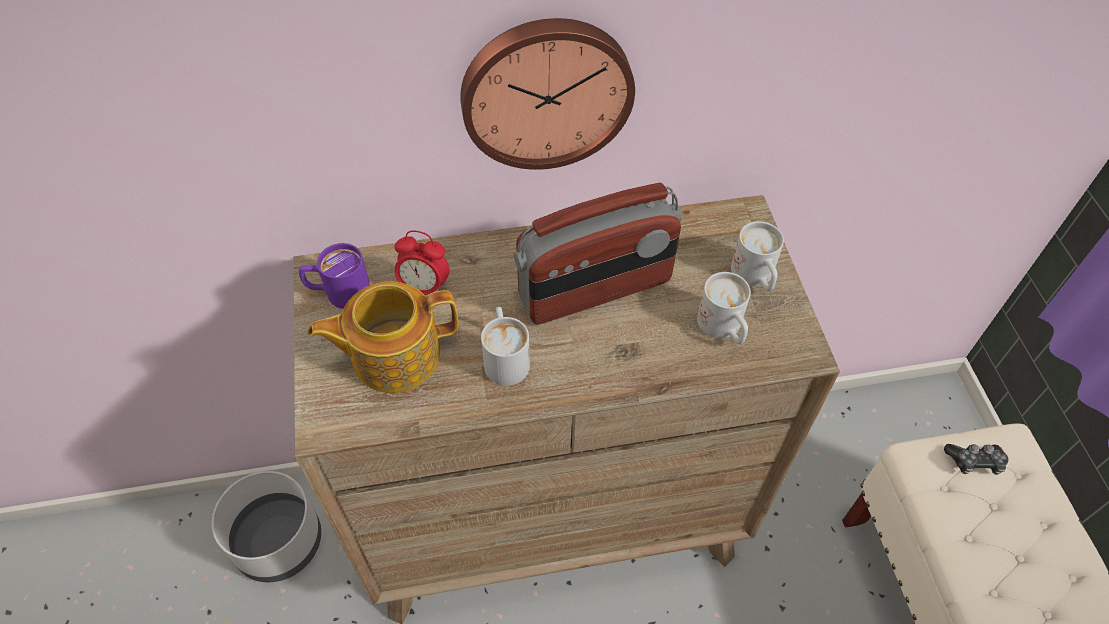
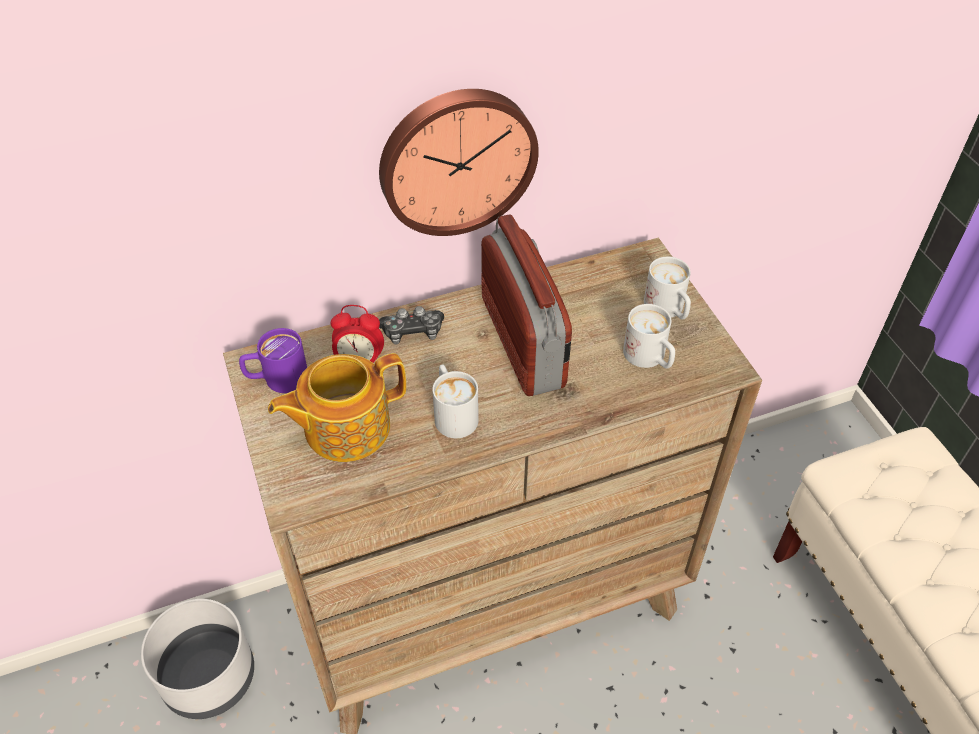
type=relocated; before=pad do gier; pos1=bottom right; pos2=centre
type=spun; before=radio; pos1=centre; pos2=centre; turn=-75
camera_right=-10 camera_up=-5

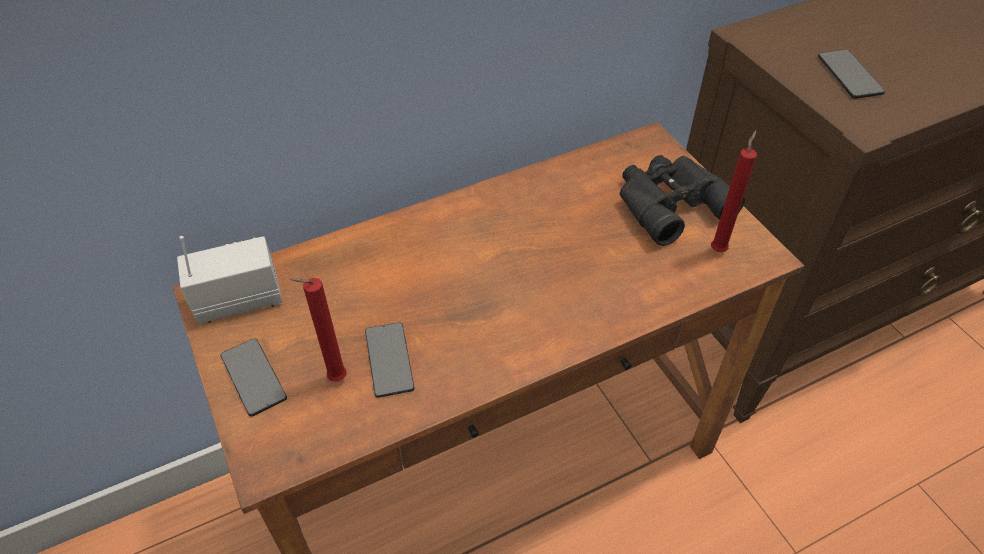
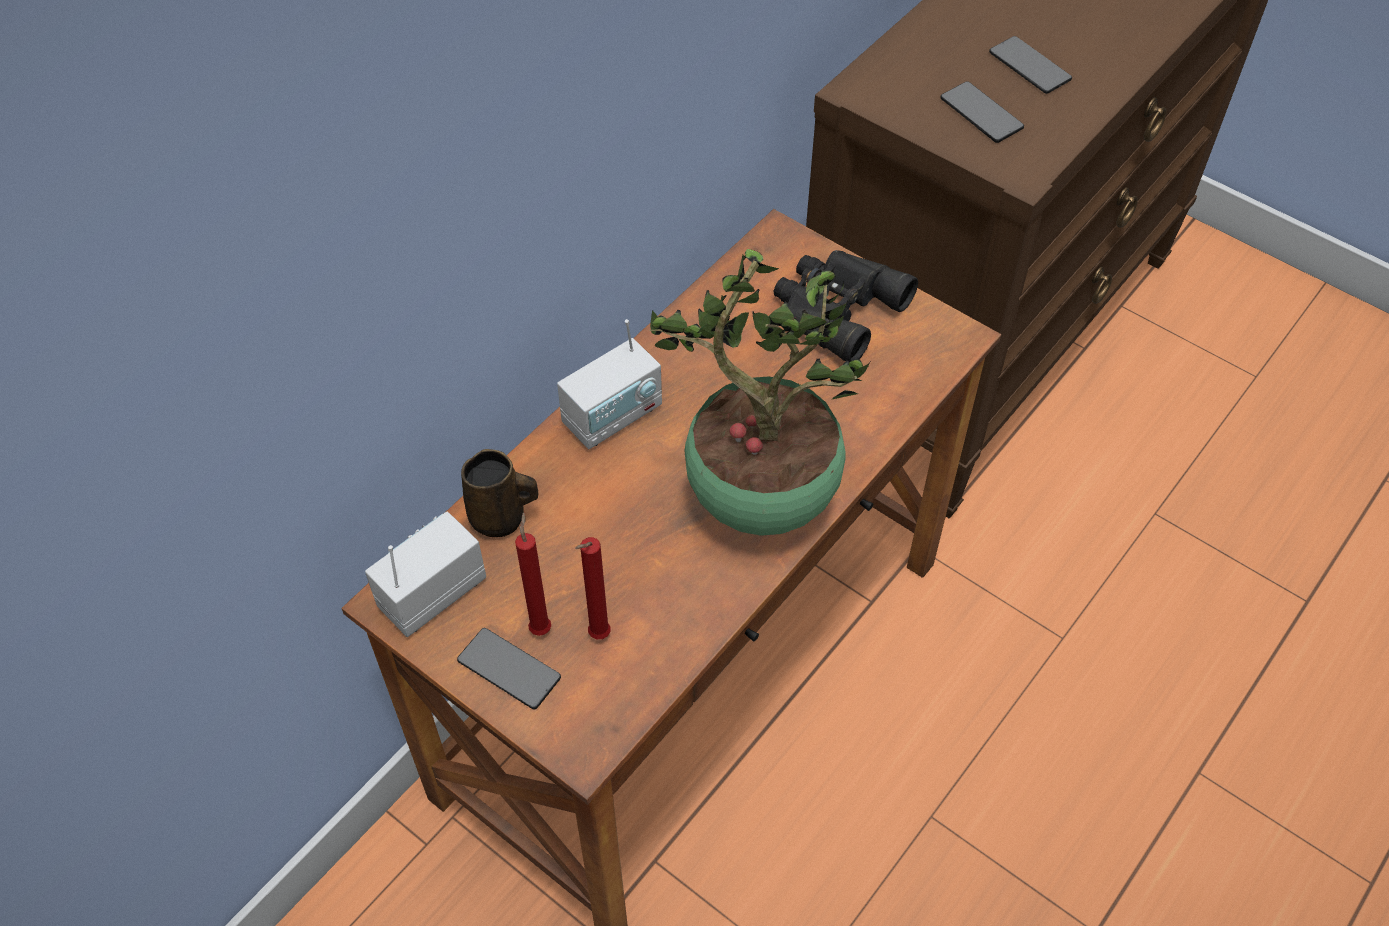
type=appeared; after=kubek [brązowy]; pos2=centre
type=appeared; after=radio (no. 2 from left); pos2=centre
type=appeared; after=roślina doniczkowa; pos2=centre
type=relocated; before=telefon (no. 2 from left in the first image); after=telefon (no. 3 from left); pos1=centre; pos2=top right
type=relocated; before=świeca [czerwony] (no. 2 from left in the first image); after=świeca [czerwony] (no. 1 from left); pos1=middle right; pos2=centre
camera_right=-25 camera_up=5

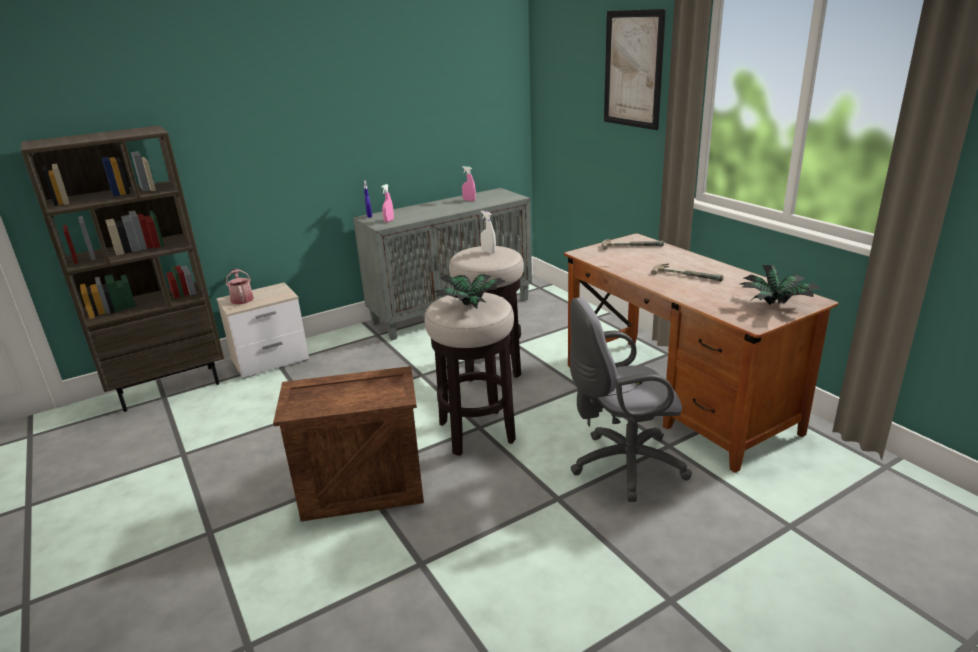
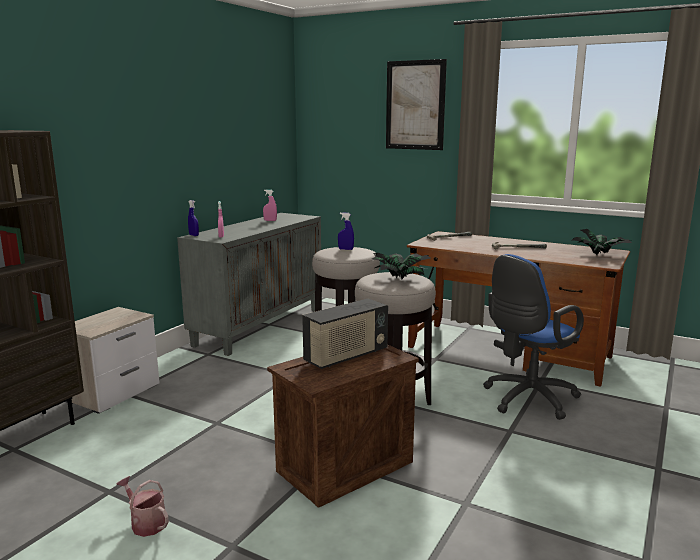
type=appeared; after=radio; pos2=centre
type=relocated; before=konewka; pos1=middle left; pos2=bottom left
type=colour; before=spryskiwacz [biały]; after=spryskiwacz [niebieski] (no. 2 from left); pos1=centre; pos2=centre
type=colour; before=krzesło biurowe [szary]; after=krzesło biurowe [niebieski]; pos1=centre; pos2=middle right
camera_right=-30 camera_up=-10

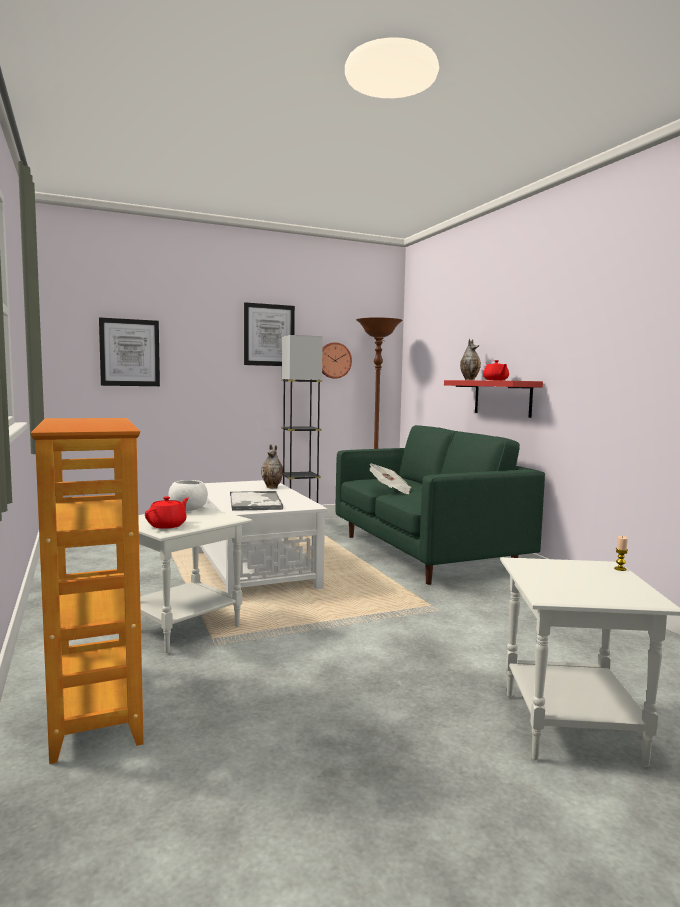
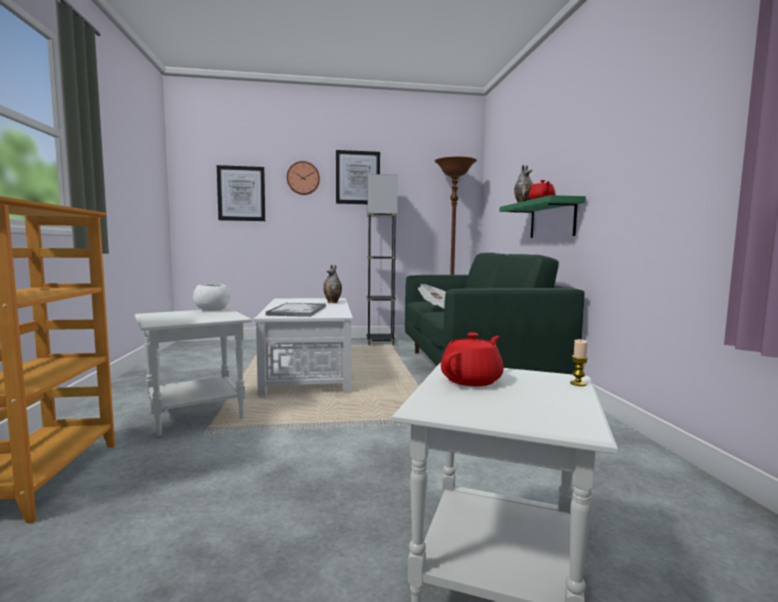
type=relocated; before=imbryk [czerwony] (no. 1 from left); pos1=middle left; pos2=centre
type=relocated; before=zegar ścienny; pos1=centre; pos2=top centre
type=colour; before=półka [czerwony]; after=półka [zielony]; pos1=middle right; pos2=middle right
camera_right=15 camera_up=0

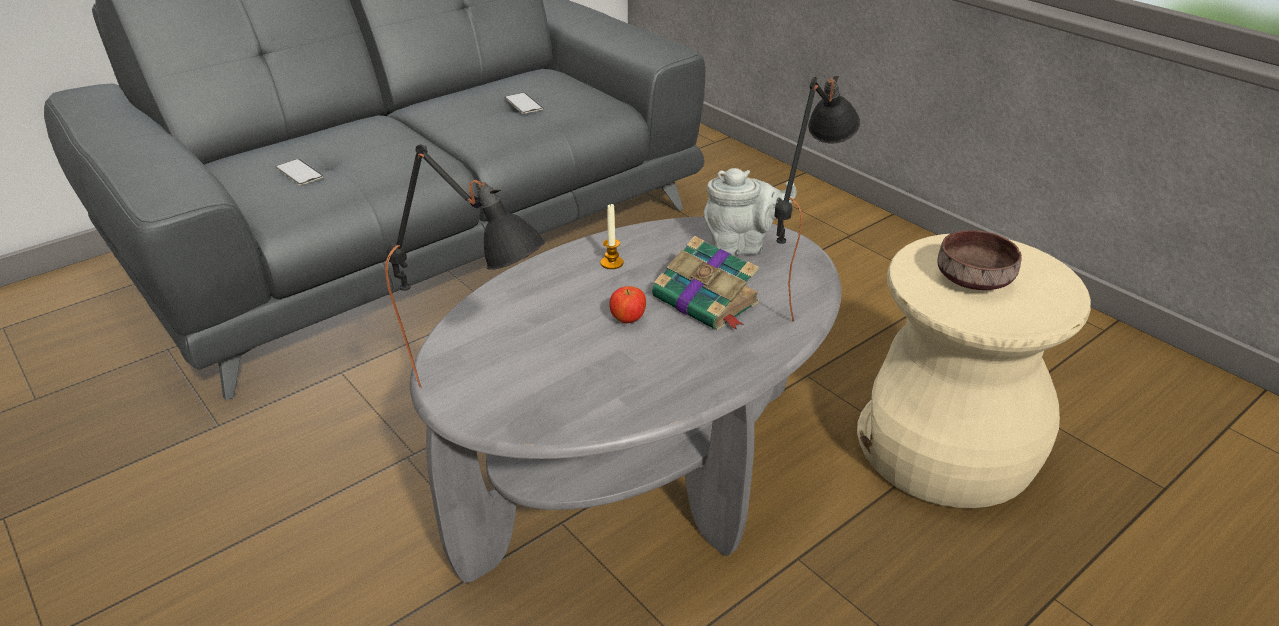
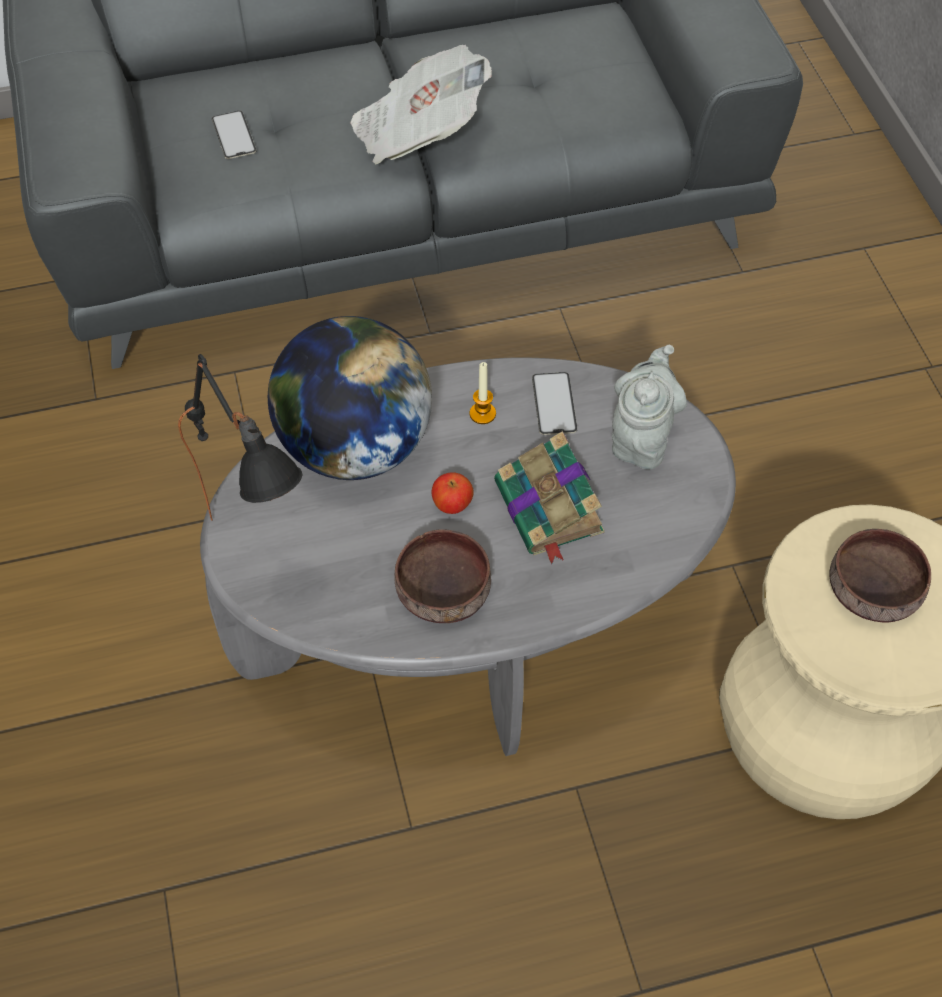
type=missing; before=lampa stołowa [czarny] (no. 2 from left); pos1=top centre
type=appeared; after=globus; pos2=centre
type=appeared; after=gazeta; pos2=top centre
type=appeared; after=miska [brązowy] (no. 1 from left); pos2=centre
type=relocated; before=telefon (no. 2 from left); pos1=top centre; pos2=centre
type=spun; before=imbryk [szary]; pos1=centre; pos2=middle right; turn=-90
camera_right=25 camera_up=20

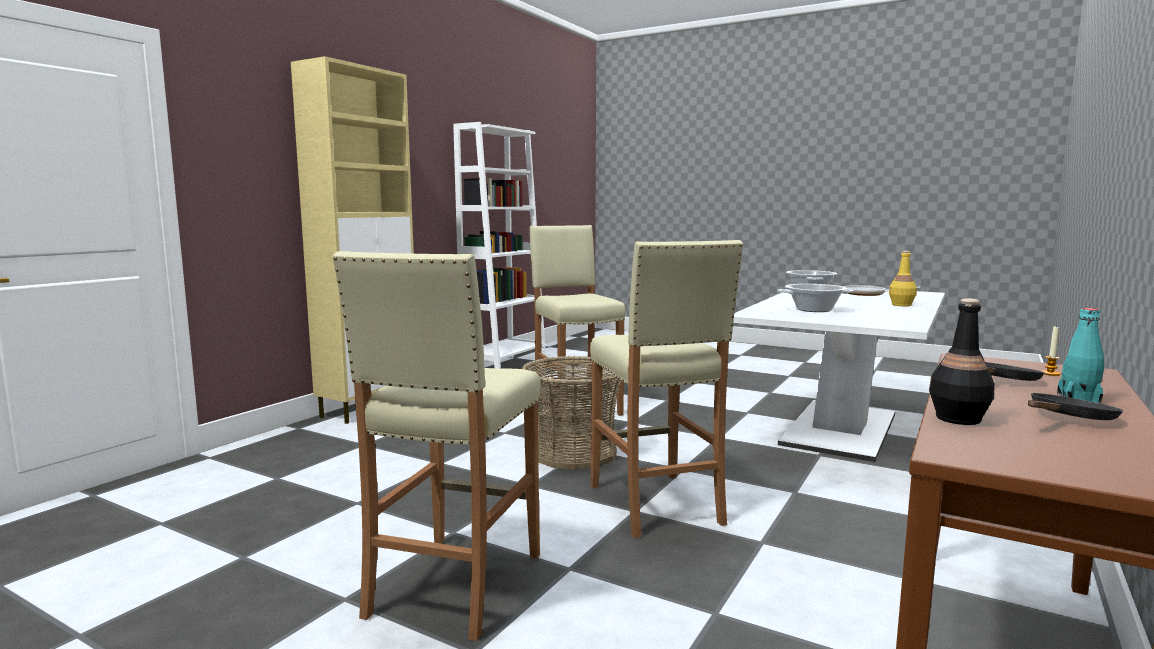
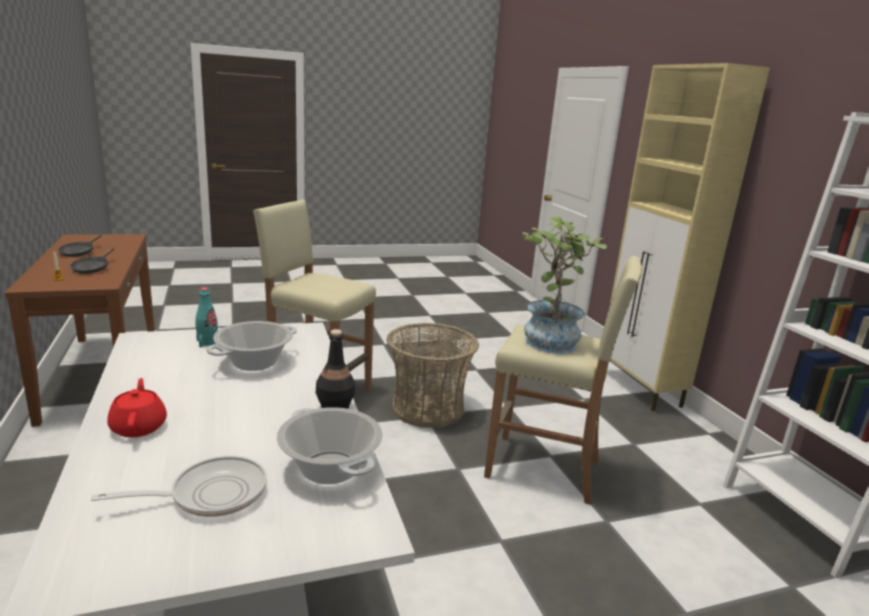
type=missing; before=stołek [beżowy] (no. 1 from left); pos1=bottom centre
type=appeared; after=roślina doniczkowa; pos2=centre
type=relocated; before=butelka [czarny]; pos1=middle right; pos2=centre
type=relocated; before=butelka [turkusowy]; pos1=middle right; pos2=middle left
type=exchanged; before=butelka [żółty]; after=imbryk [czerwony]; pos1=middle right; pos2=middle left
camera_right=130 camera_up=10

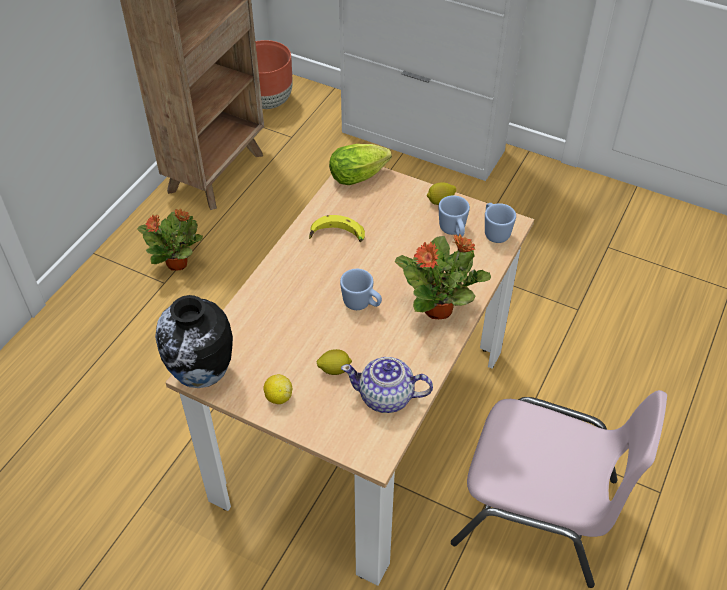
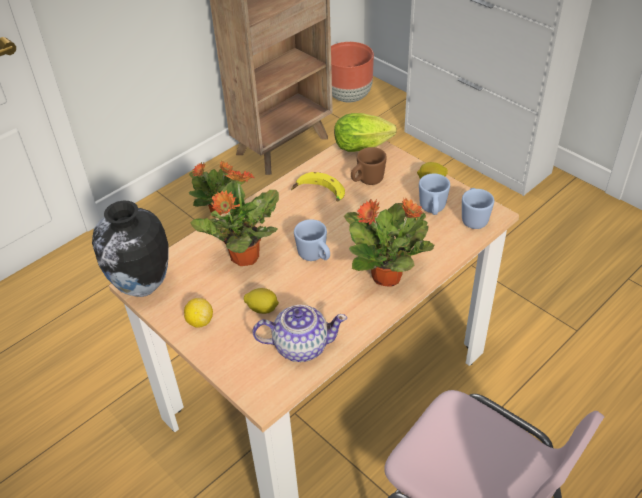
type=appeared; after=roślina doniczkowa (no. 2 from left); pos2=centre
type=appeared; after=kubek [brązowy]; pos2=centre
type=spun; before=imbryk; pos1=centre; pos2=bottom centre; turn=150
camera_right=20 camera_up=-5

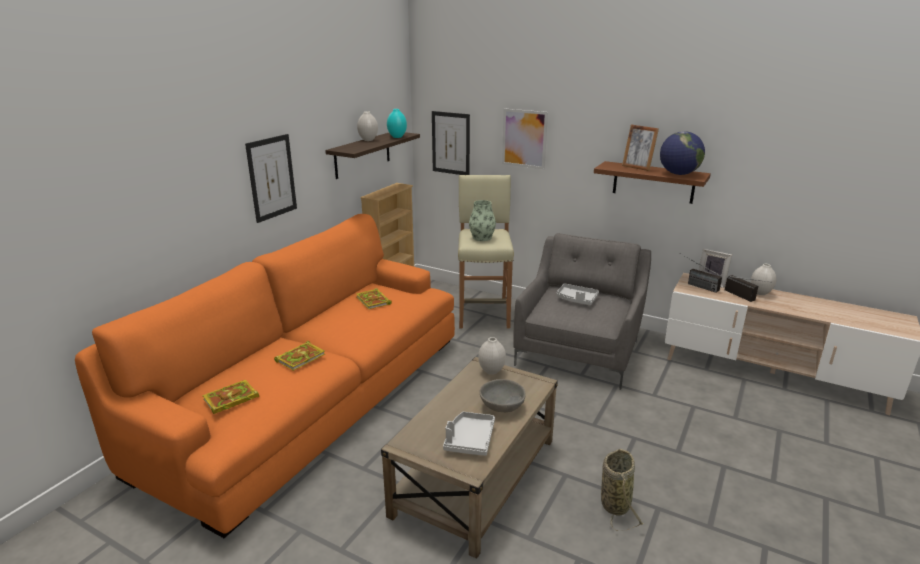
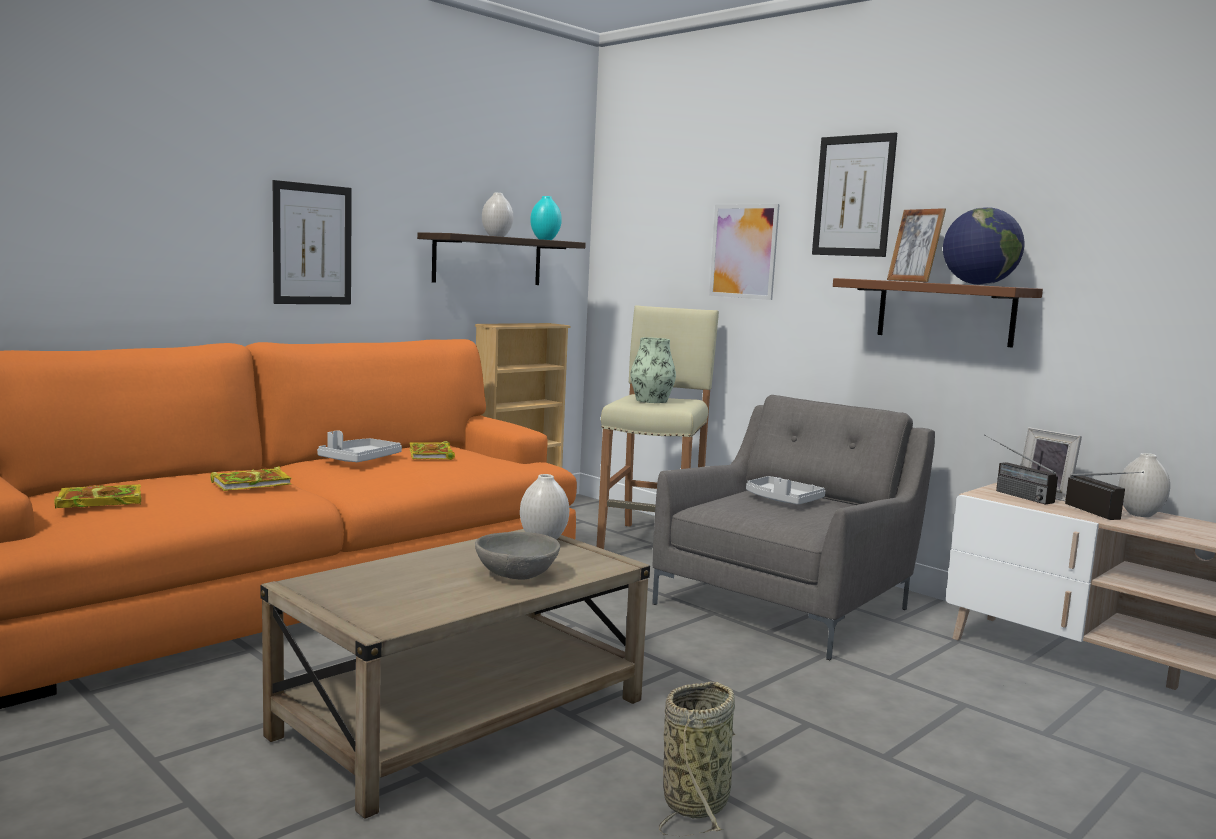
type=relocated; before=obraz (no. 2 from left in the first image); after=obraz (no. 3 from left); pos1=top centre; pos2=top right
type=relocated; before=taca [szary] (no. 1 from left); pos1=bottom centre; pos2=middle left
camera_right=15 camera_up=-15

